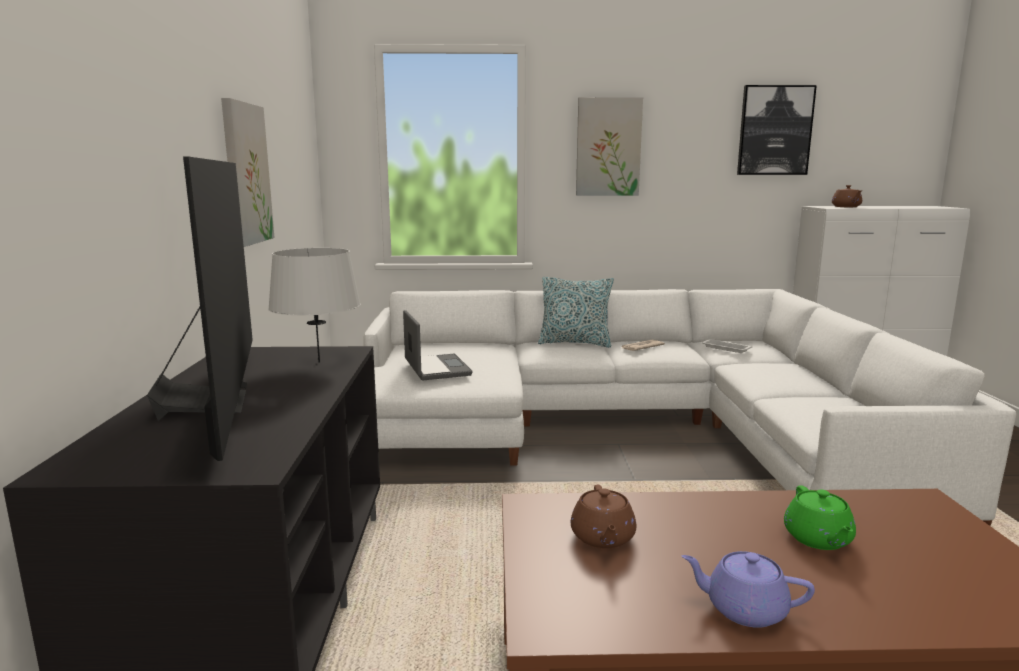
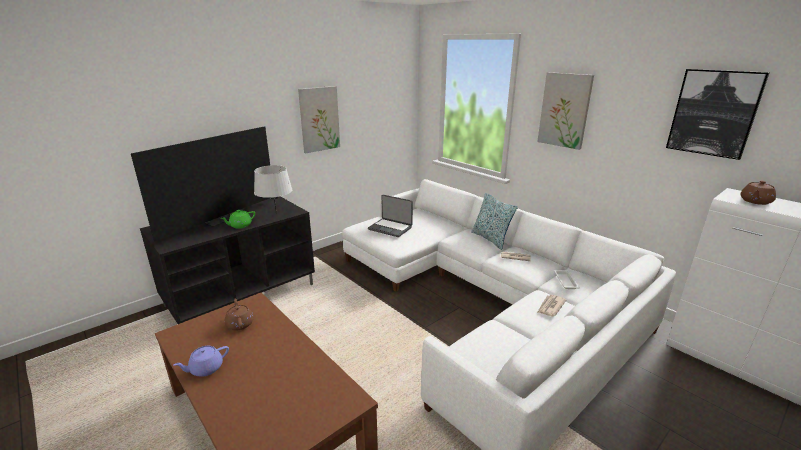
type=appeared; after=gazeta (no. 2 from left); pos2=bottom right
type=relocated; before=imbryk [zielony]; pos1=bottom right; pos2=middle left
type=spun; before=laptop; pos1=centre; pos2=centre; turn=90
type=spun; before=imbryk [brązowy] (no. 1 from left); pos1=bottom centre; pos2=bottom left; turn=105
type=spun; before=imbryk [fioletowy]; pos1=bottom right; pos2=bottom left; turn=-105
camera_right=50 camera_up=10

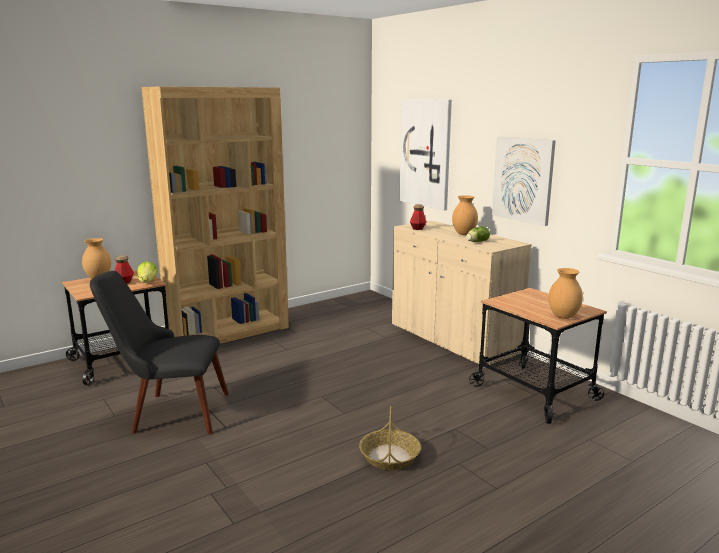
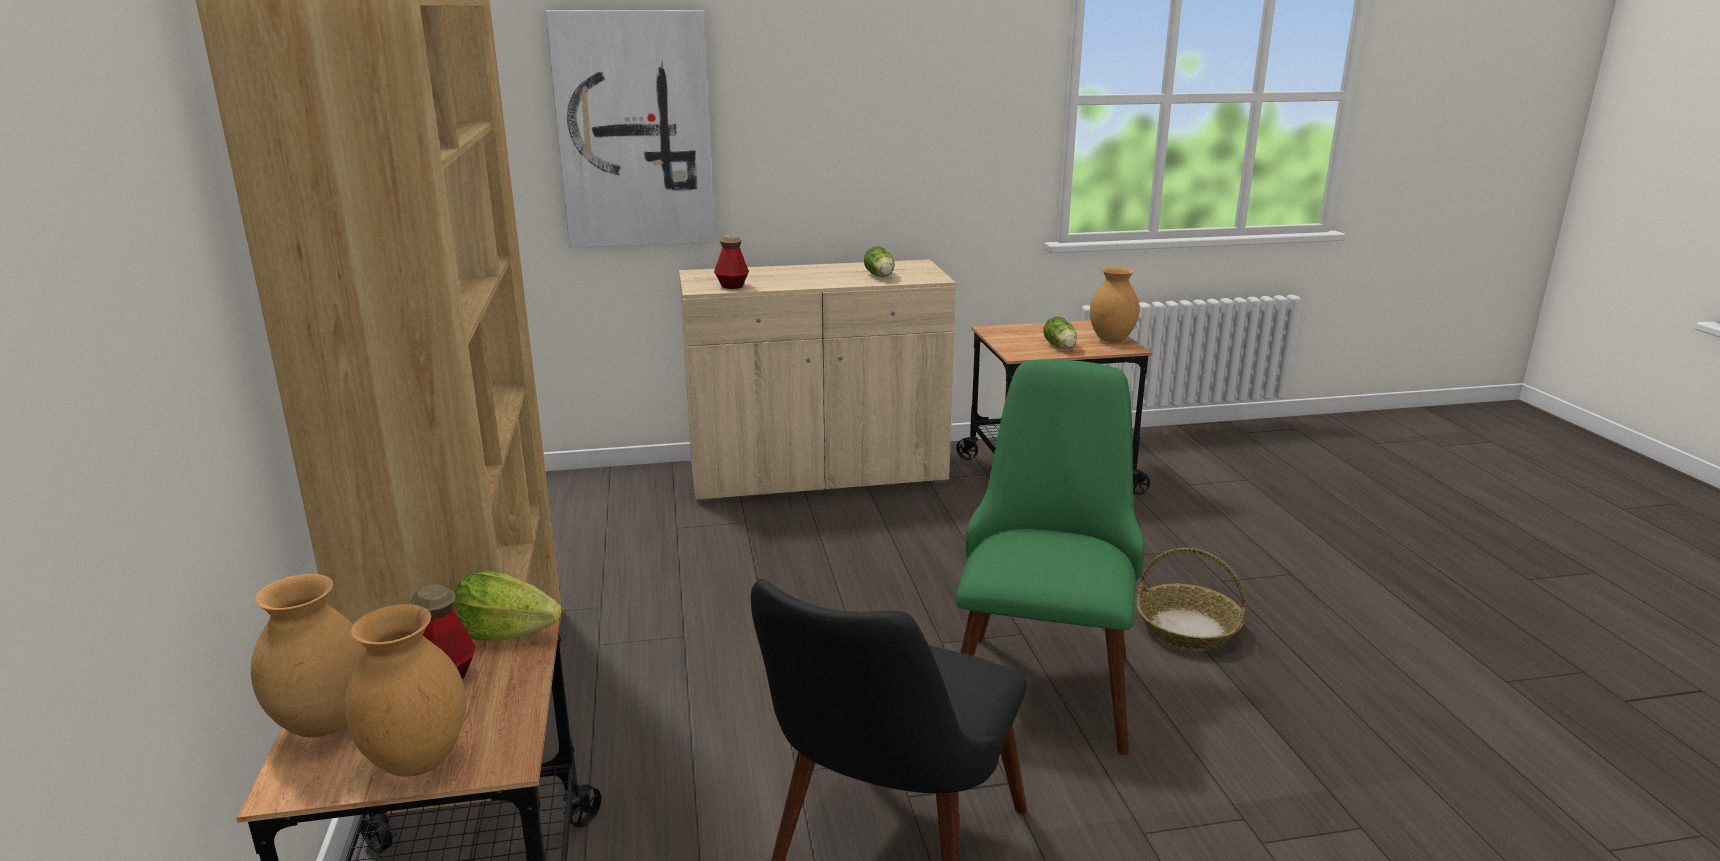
type=missing; before=obraz (no. 2 from left); pos1=top right
type=appeared; after=krzesło [zielony]; pos2=centre
type=appeared; after=sałata (no. 3 from left); pos2=centre
type=relocated; before=wazon [brązowy] (no. 2 from left); pos1=centre; pos2=bottom left
camera_right=-65 camera_up=5

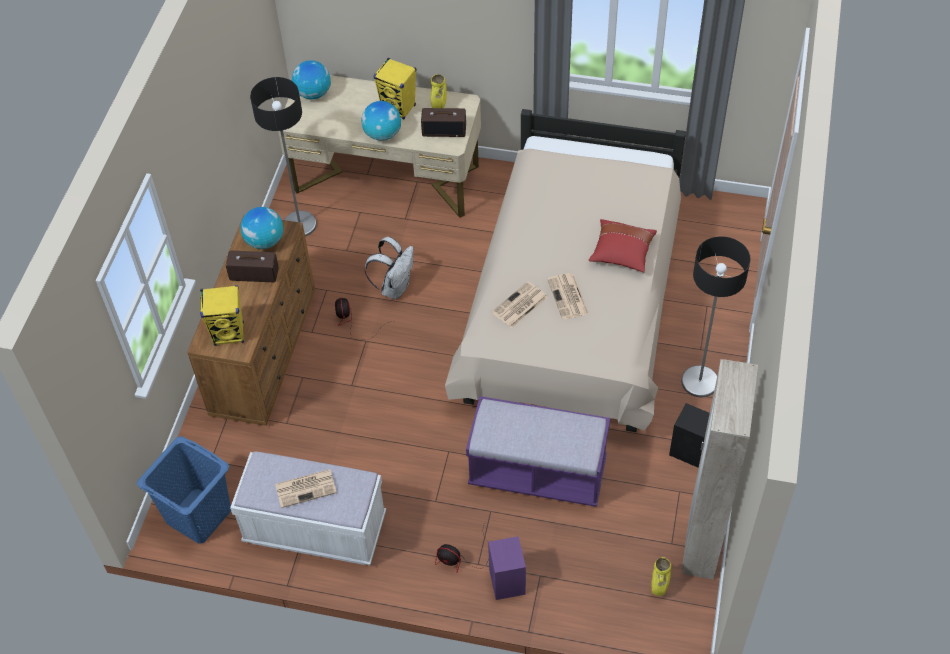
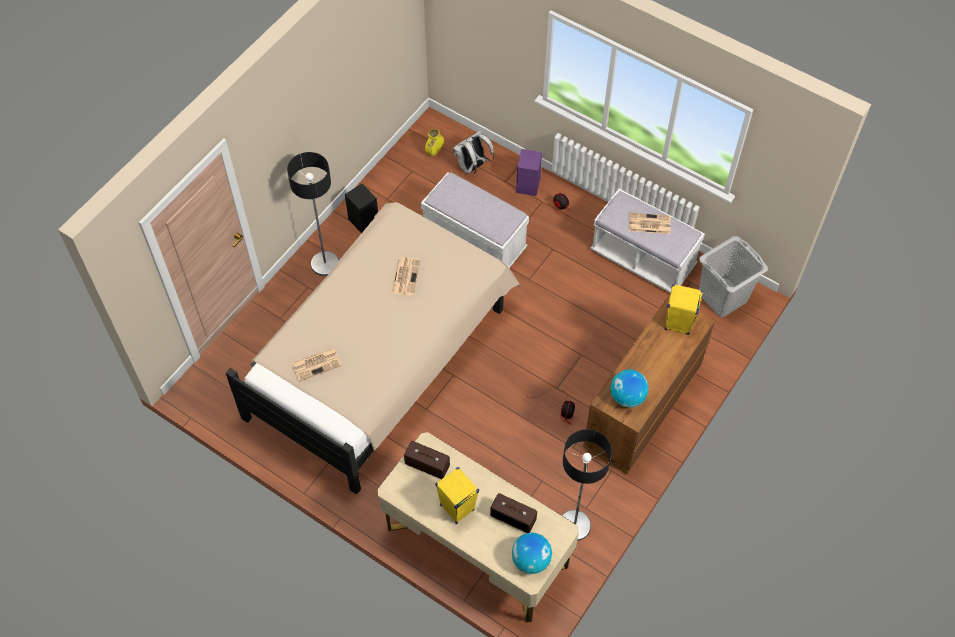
type=missing; before=globus (no. 3 from left); pos1=top centre
type=missing; before=wazon [żółty] (no. 1 from left); pos1=top centre
type=missing; before=poduszka [czerwony]; pos1=centre
type=missing; before=szafa [beżowy]; pos1=bottom right
type=relocated; before=radio (no. 1 from left in the first image); after=radio (no. 2 from left); pos1=middle left; pos2=bottom centre
type=relocated; before=plecak [biały]; pos1=centre; pos2=top centre
type=relocated; before=gazeta (no. 2 from left in the first image); after=gazeta (no. 1 from left); pos1=centre; pos2=middle left
type=colour; before=kosz na pranie [niebieski]; after=kosz na pranie [szary]; pos1=bottom left; pos2=middle right
type=colour; before=ławka [fioletowy]; after=ławka [biały] (no. 1 from left); pos1=bottom centre; pos2=centre
camera_right=-160 camera_up=5

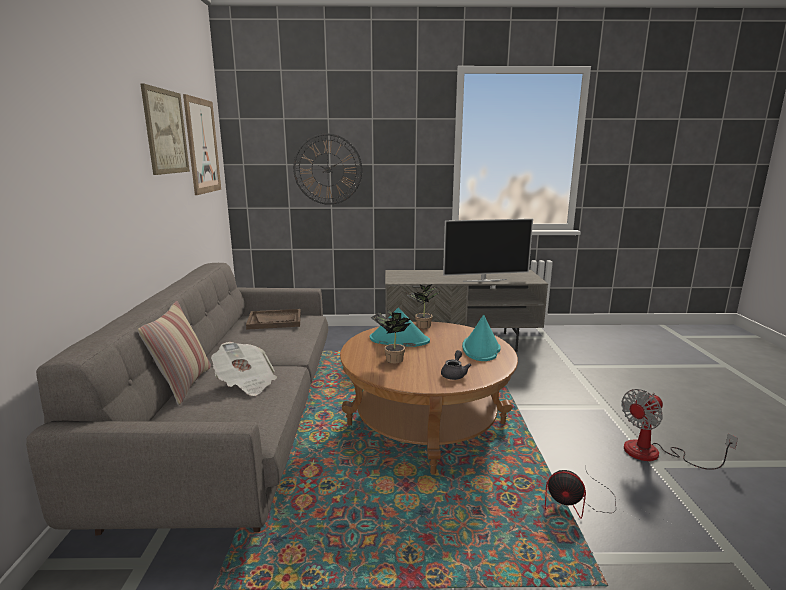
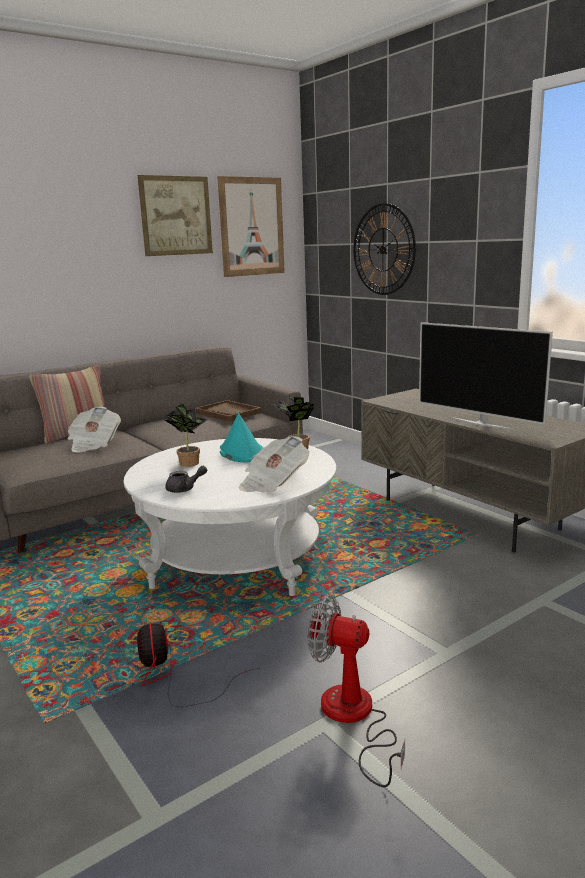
type=exchanged; before=kapelusz [turkusowy] (no. 2 from left); after=gazeta (no. 2 from left); pos1=centre; pos2=centre
type=colour; before=ława [brązowy]; after=ława [biały]; pos1=bottom centre; pos2=centre
camera_right=55 camera_up=0

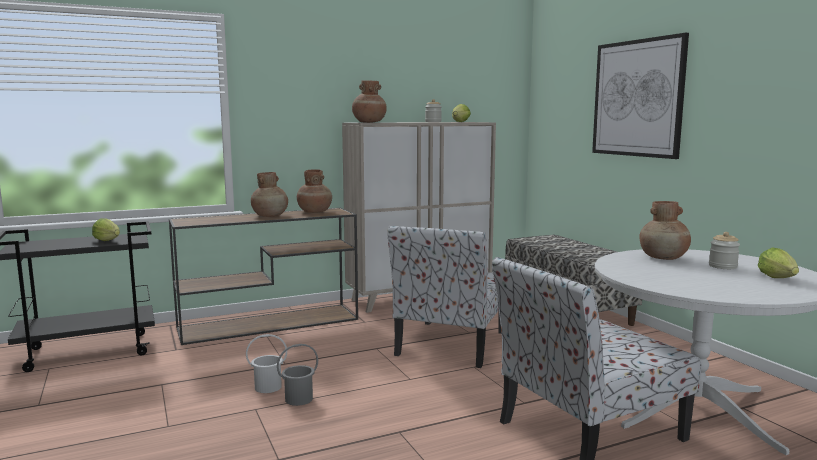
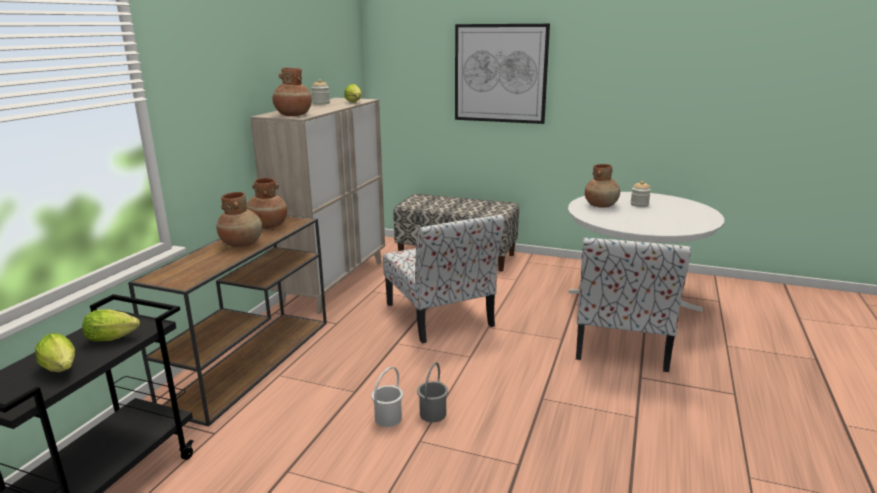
type=relocated; before=sałata (no. 3 from left in the first image); after=sałata (no. 1 from left); pos1=middle right; pos2=bottom left
camera_right=-45 camera_up=10

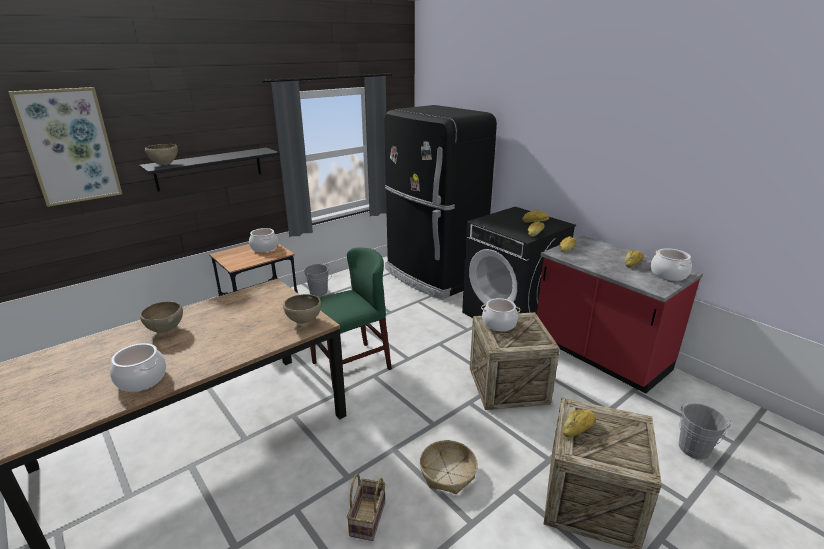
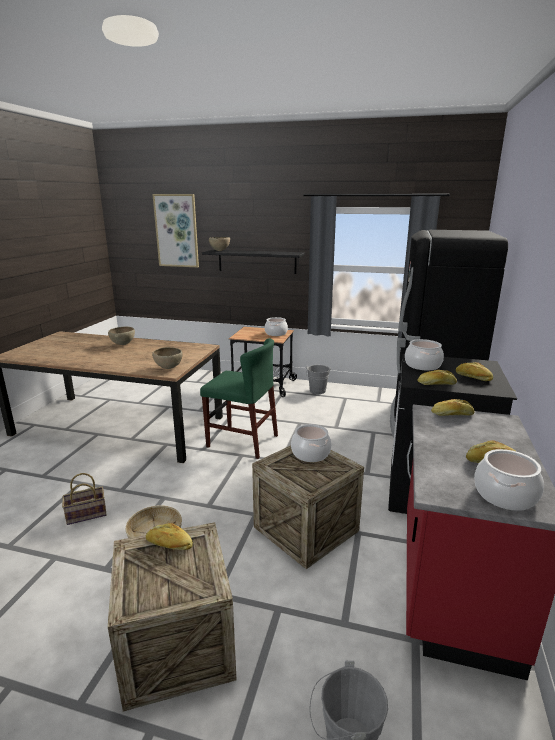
type=relocated; before=garnek (no. 1 from left in the first image); after=garnek (no. 3 from left); pos1=bottom left; pos2=middle right
camera_right=55 camera_up=-5

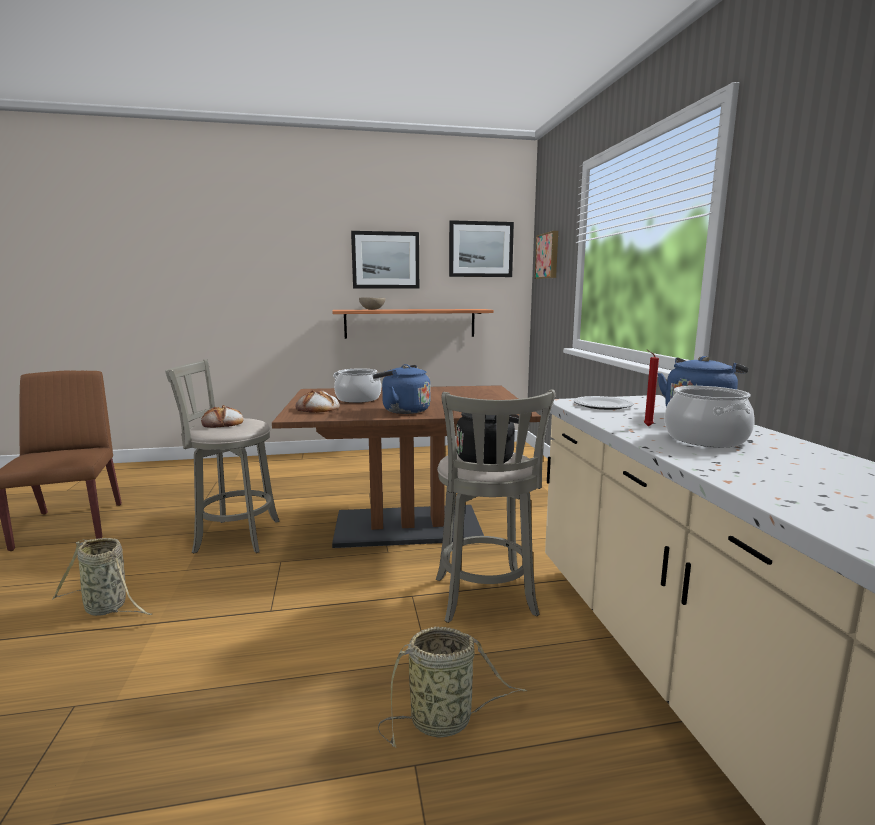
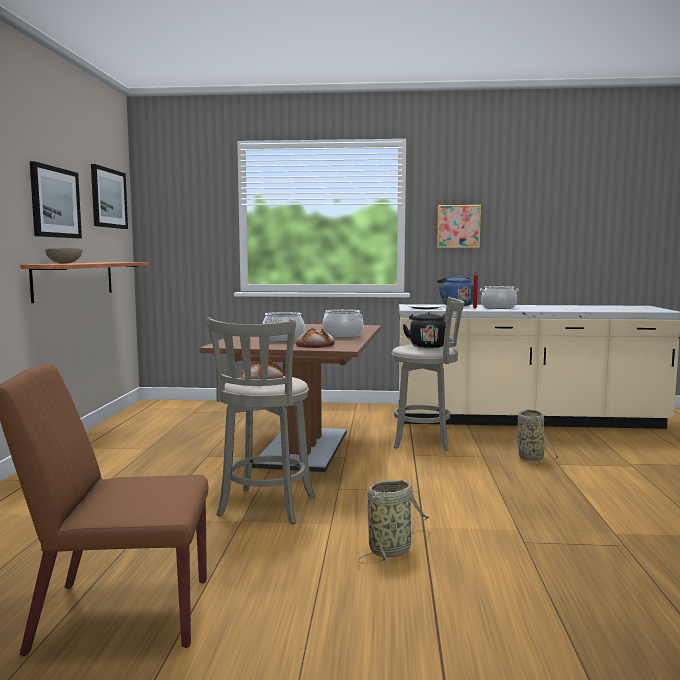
type=relocated; before=obraz (no. 3 from left); pos1=top centre; pos2=top right
type=exchanged; before=czajnik [niebieski] (no. 1 from left); after=garnek (no. 2 from left); pos1=centre; pos2=centre
camera_right=-75 camera_up=-5

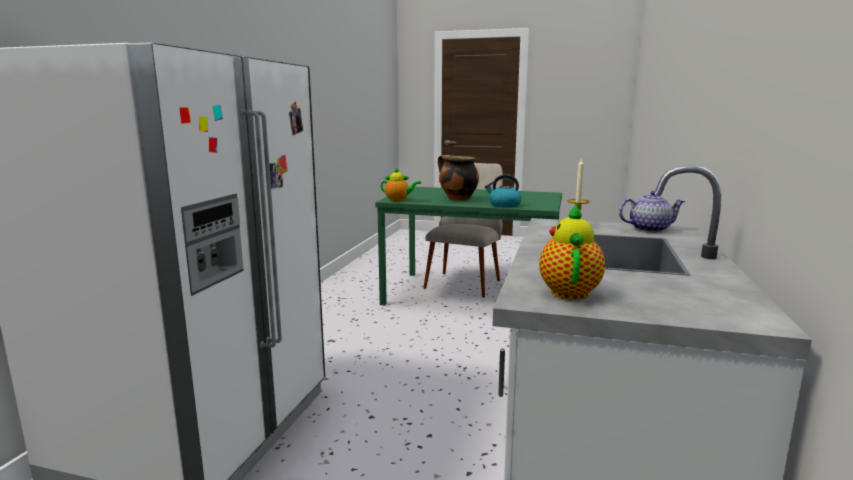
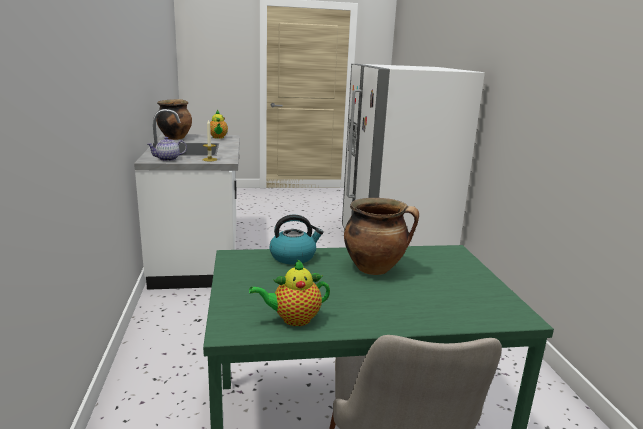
type=appeared; after=garnek (no. 1 from left); pos2=top left
type=relocated; before=imbryk (no. 1 from left in the first image); after=imbryk (no. 3 from left); pos1=centre; pos2=bottom centre
camera_right=155 camera_up=5

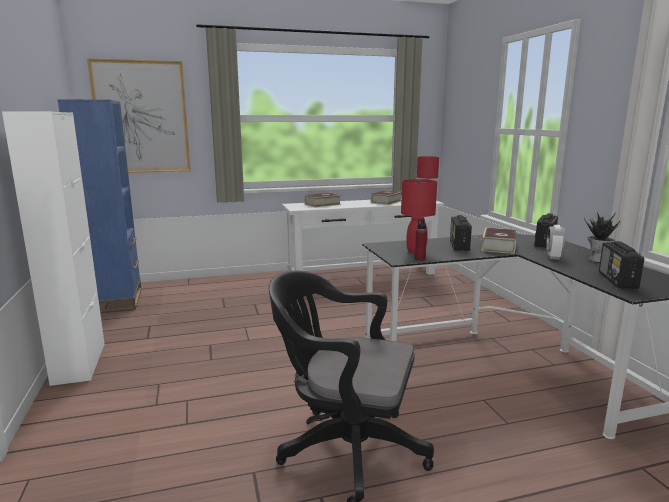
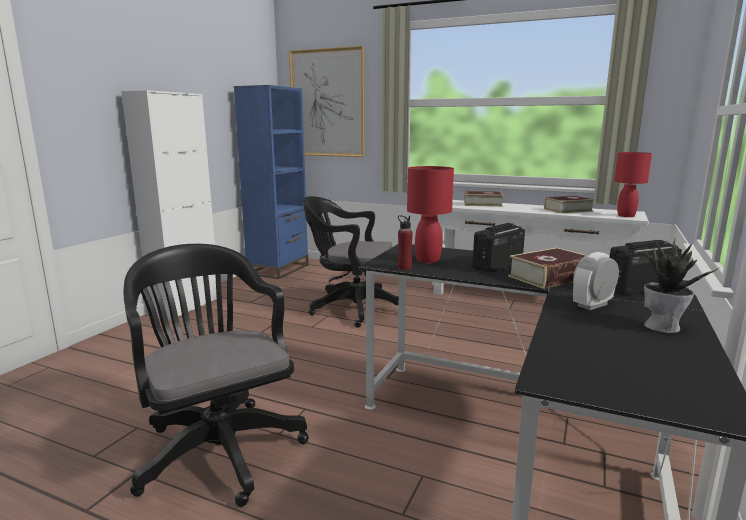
type=missing; before=radio (no. 3 from left); pos1=middle right
type=appeared; after=krzesło biurowe [czarny] (no. 2 from left); pos2=centre
camera_right=40 camera_up=0

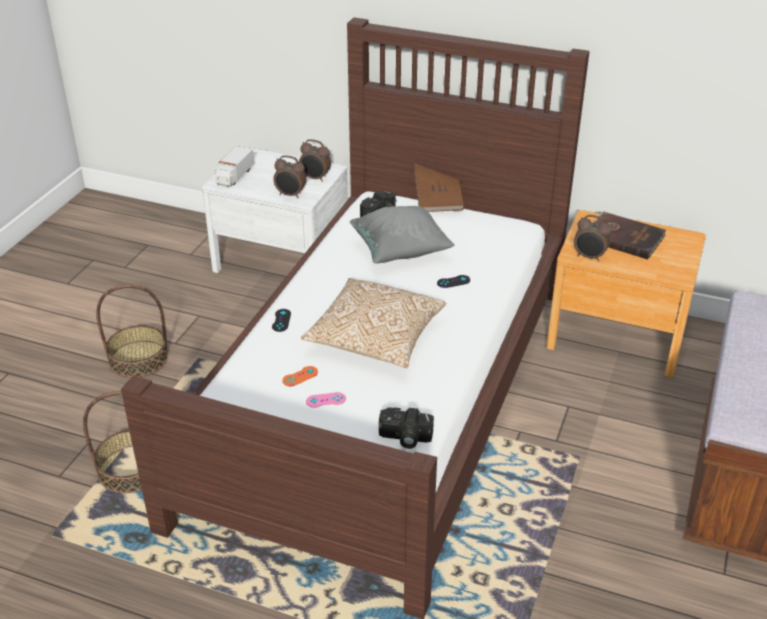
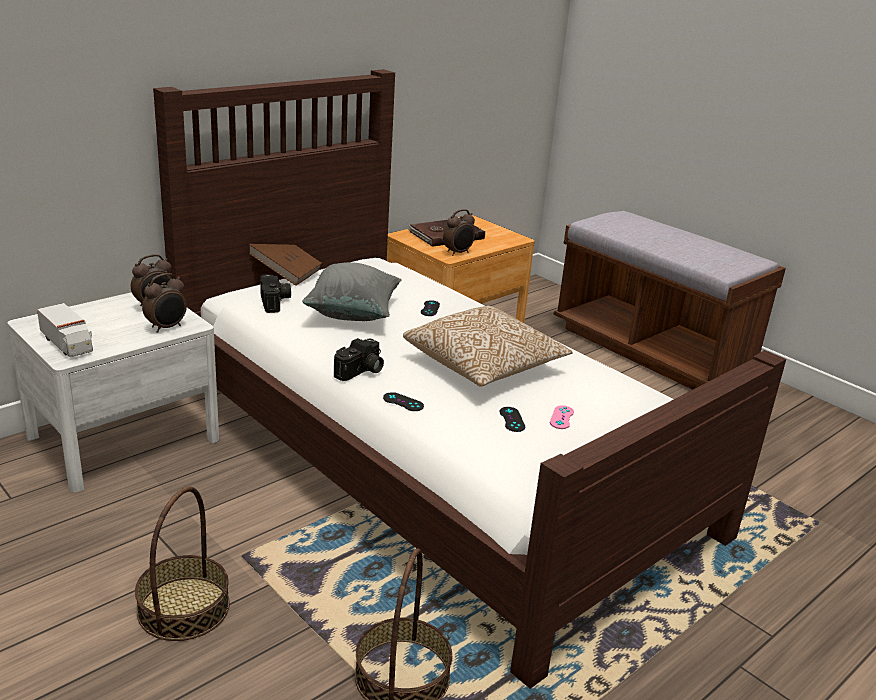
type=relocated; before=aparat fotograficzny (no. 2 from left); pos1=bottom centre; pos2=centre
type=colour; before=pad do gier [pomarańczowy]; after=pad do gier [czarny] (no. 3 from left); pos1=centre; pos2=centre
camera_right=-65 camera_up=-10

